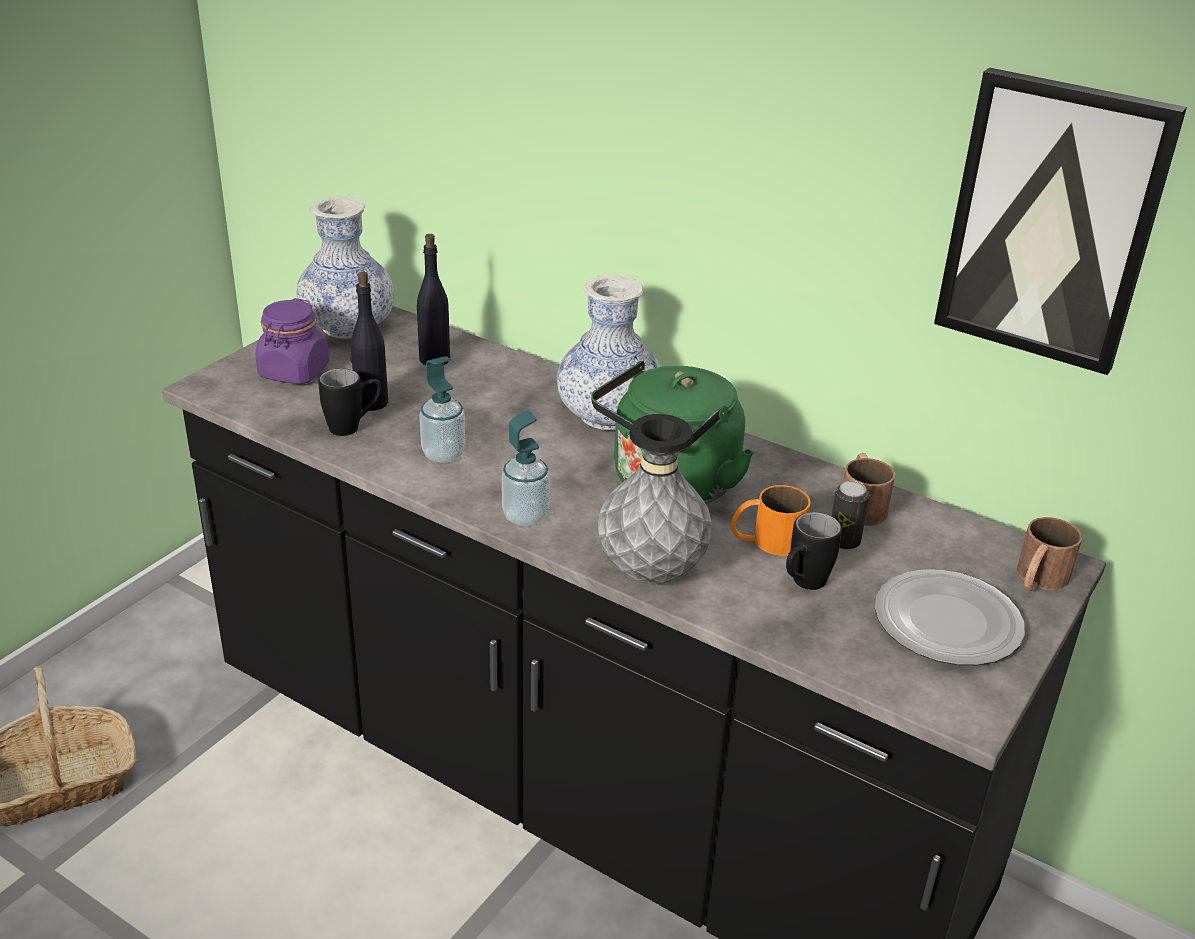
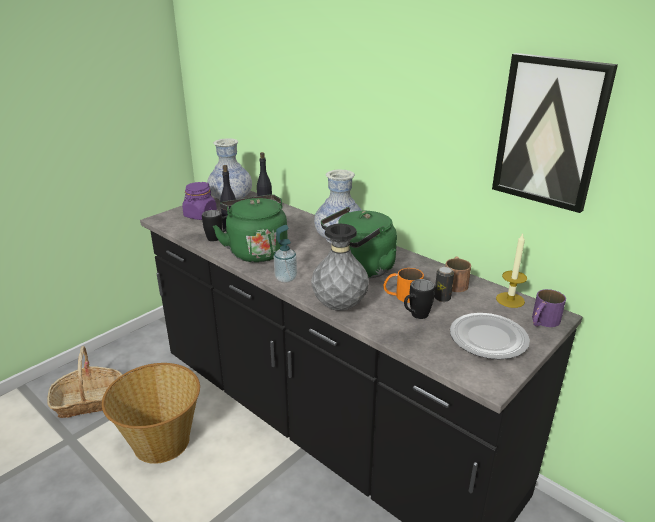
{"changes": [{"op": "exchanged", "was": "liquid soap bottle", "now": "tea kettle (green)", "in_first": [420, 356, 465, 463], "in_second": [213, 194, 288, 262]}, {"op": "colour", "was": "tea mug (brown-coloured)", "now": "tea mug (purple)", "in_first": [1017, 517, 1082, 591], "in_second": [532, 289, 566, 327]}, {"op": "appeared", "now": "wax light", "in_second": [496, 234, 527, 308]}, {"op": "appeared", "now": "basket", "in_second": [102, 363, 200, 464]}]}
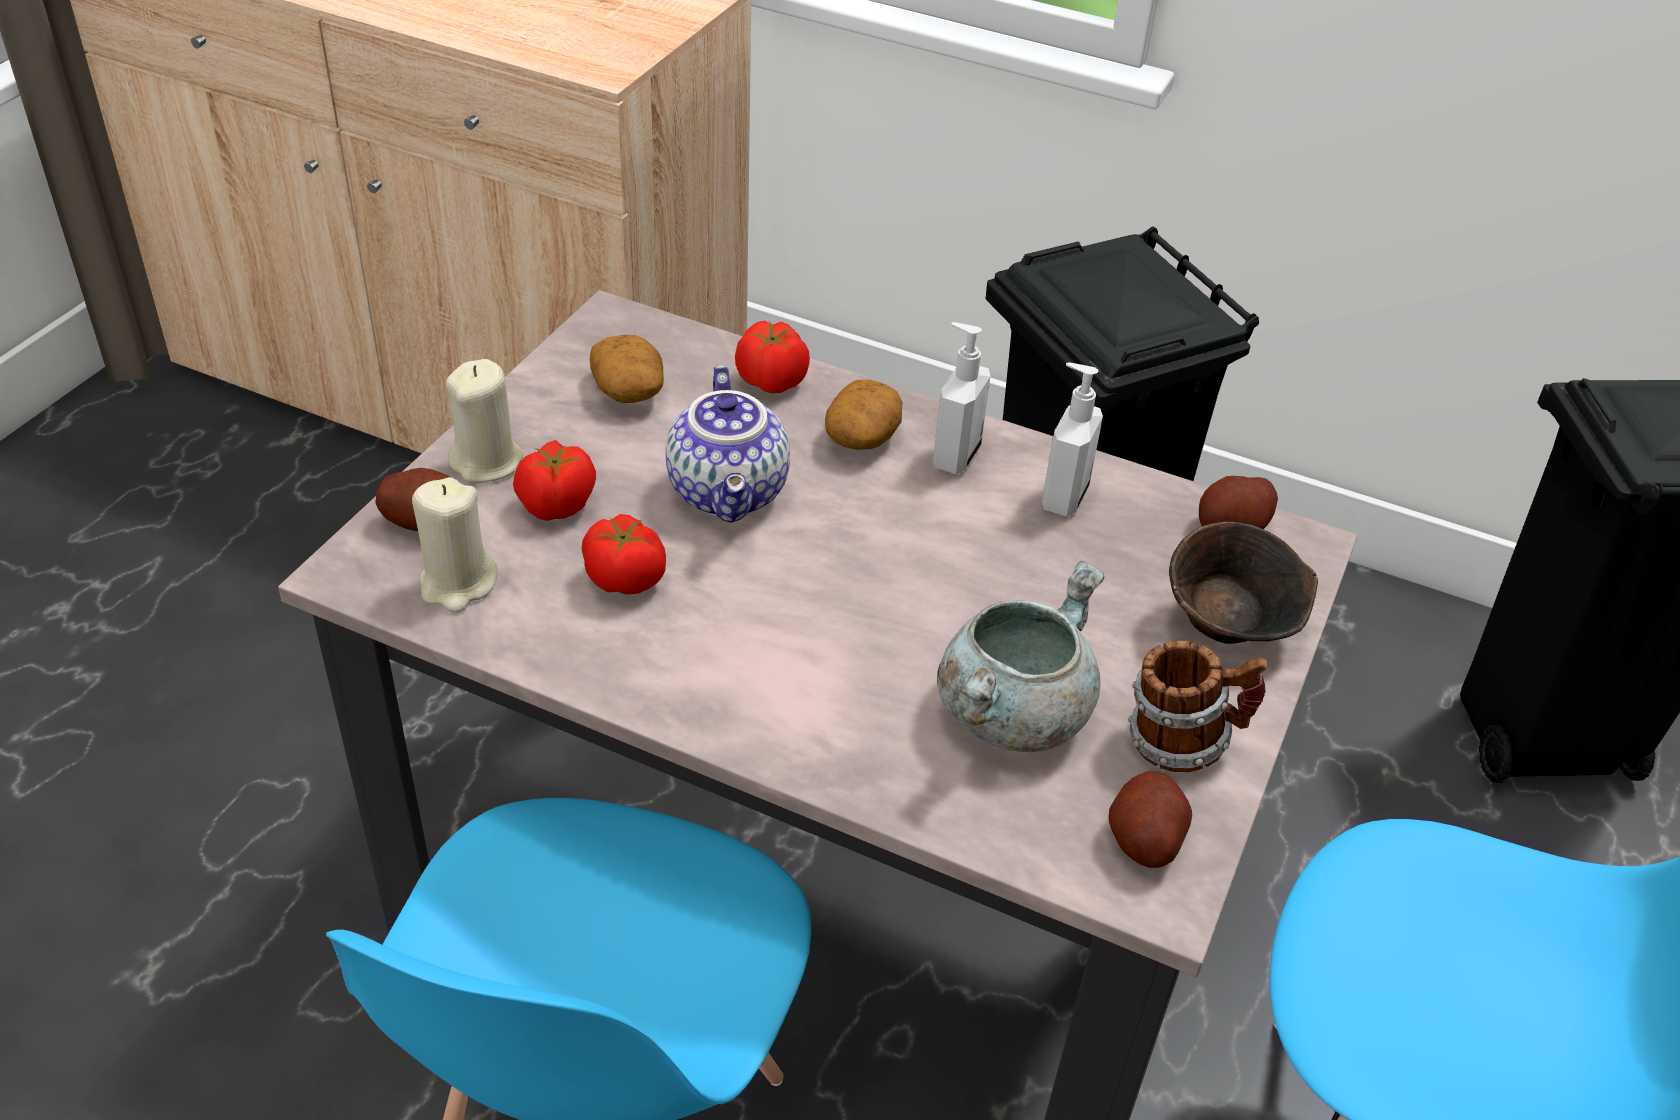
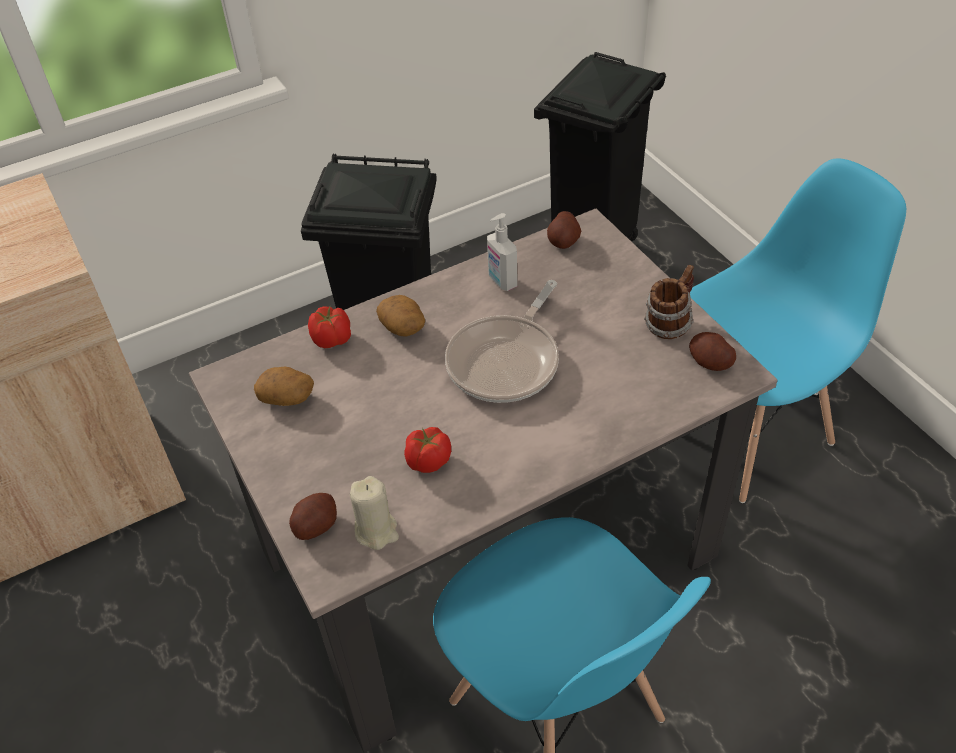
{"changes": [{"op": "missing", "was": "liquid soap bottle", "in_first": [933, 322, 990, 475]}, {"op": "missing", "was": "wax light (sand-coloured)", "in_first": [446, 359, 524, 483]}, {"op": "missing", "was": "tea pot", "in_first": [666, 365, 790, 523]}, {"op": "missing", "was": "whole tomato", "in_first": [513, 440, 596, 521]}, {"op": "missing", "was": "bowl (brown-coloured)", "in_first": [1169, 522, 1318, 644]}, {"op": "missing", "was": "saucepot (greyish)", "in_first": [937, 561, 1104, 752]}, {"op": "appeared", "now": "pan", "in_second": [445, 280, 559, 403]}]}
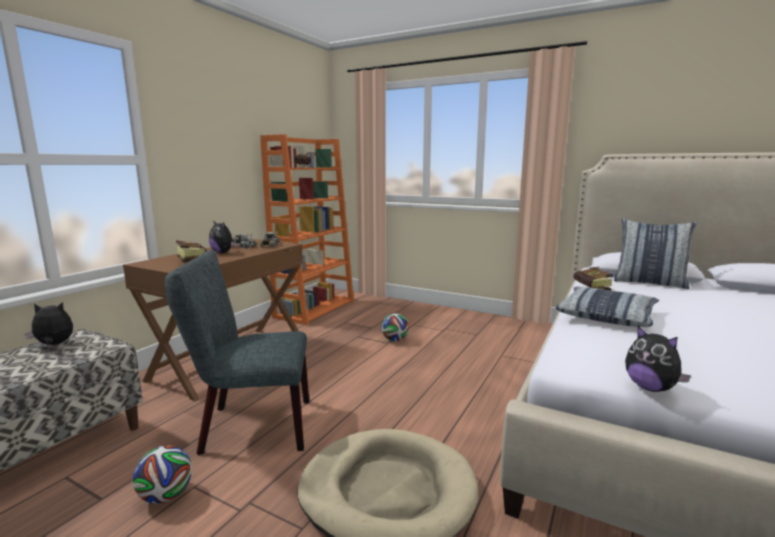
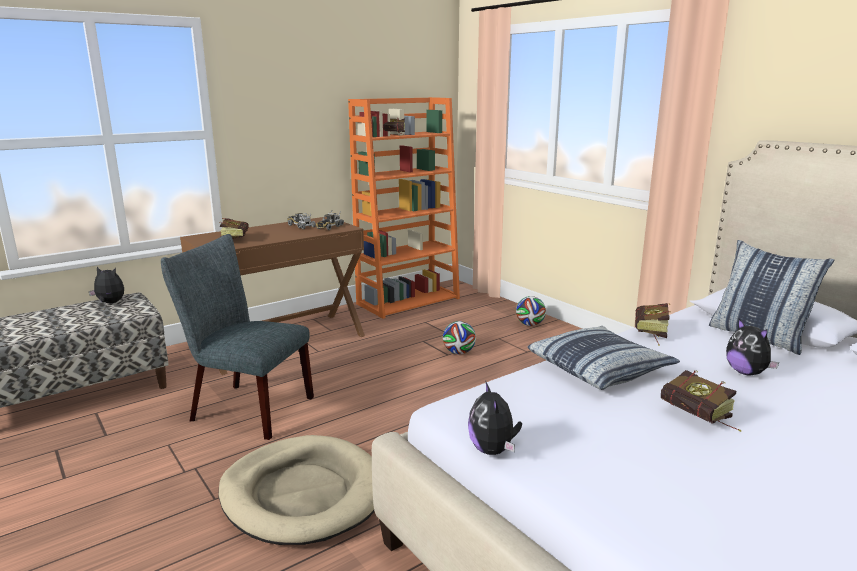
{"changes": [{"op": "relocated", "was": "plush toy", "in_first": [209, 220, 236, 253], "in_second": [726, 319, 779, 376]}, {"op": "relocated", "was": "football ball", "in_first": [133, 445, 192, 504], "in_second": [516, 296, 546, 326]}, {"op": "appeared", "now": "volume", "in_second": [661, 370, 741, 432]}]}
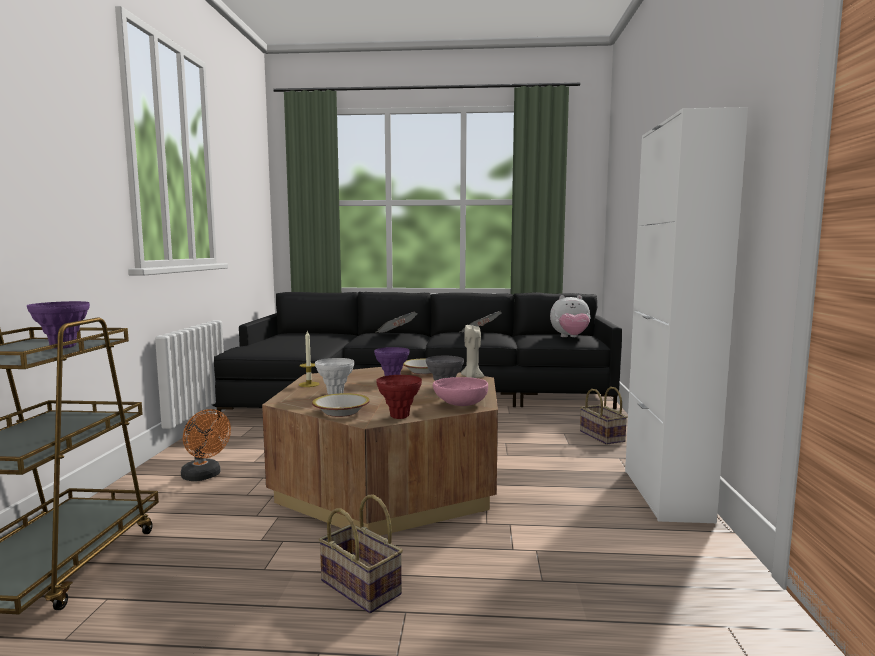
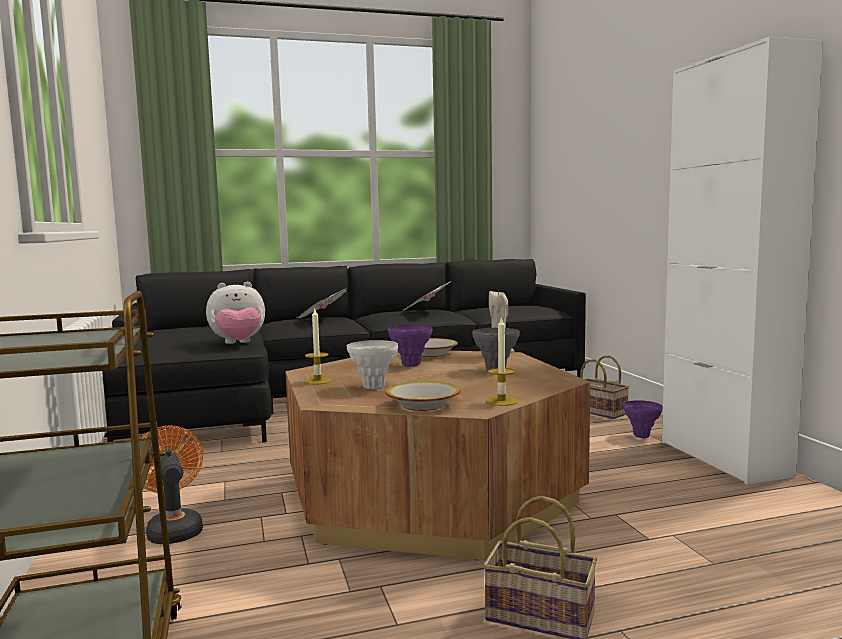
{"changes": [{"op": "relocated", "was": "plush toy", "in_first": [550, 295, 591, 337], "in_second": [206, 282, 265, 344]}, {"op": "relocated", "was": "decorative vase (purple)", "in_first": [27, 301, 90, 349], "in_second": [623, 400, 663, 438]}, {"op": "exchanged", "was": "decorative vase (red)", "now": "wax light", "in_first": [376, 375, 422, 419], "in_second": [486, 316, 518, 406]}, {"op": "missing", "was": "bowl (pink)", "in_first": [433, 377, 488, 406]}, {"op": "spun", "was": "electric fan (orange)", "in_first": [181, 409, 231, 481], "in_second": [140, 425, 203, 544], "clockwise": -135}]}
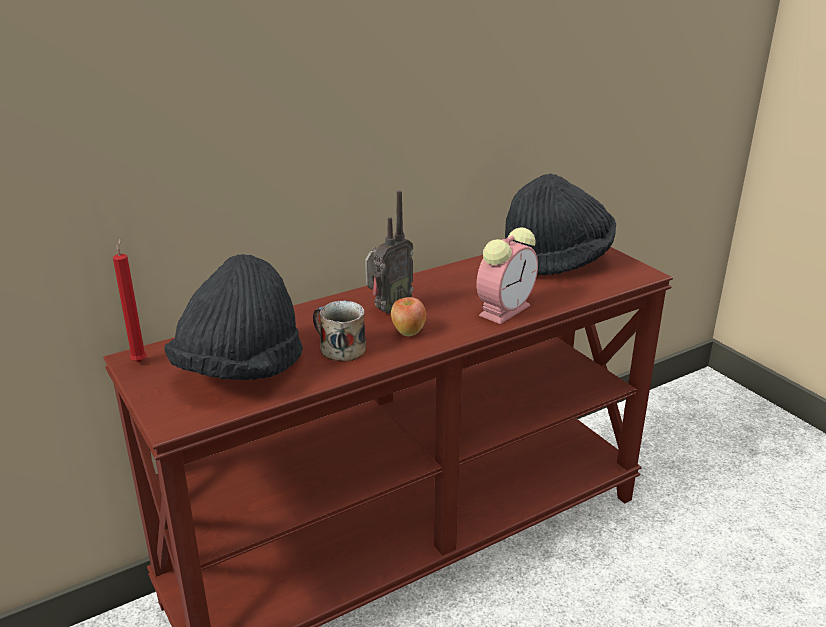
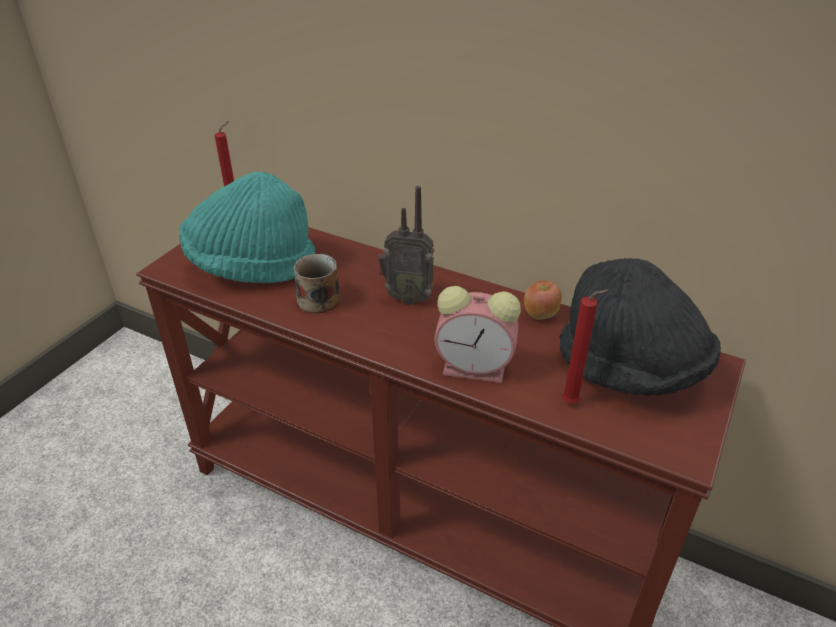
{"changes": [{"op": "colour", "was": "wearable hat (black-coloured)", "now": "wearable hat (turquoise-coloured)", "in_first": [164, 254, 303, 380], "in_second": [179, 172, 315, 283]}, {"op": "relocated", "was": "apple fruit", "in_first": [391, 297, 426, 336], "in_second": [524, 280, 562, 320]}, {"op": "appeared", "now": "wax light (red)", "in_second": [562, 289, 609, 404]}]}
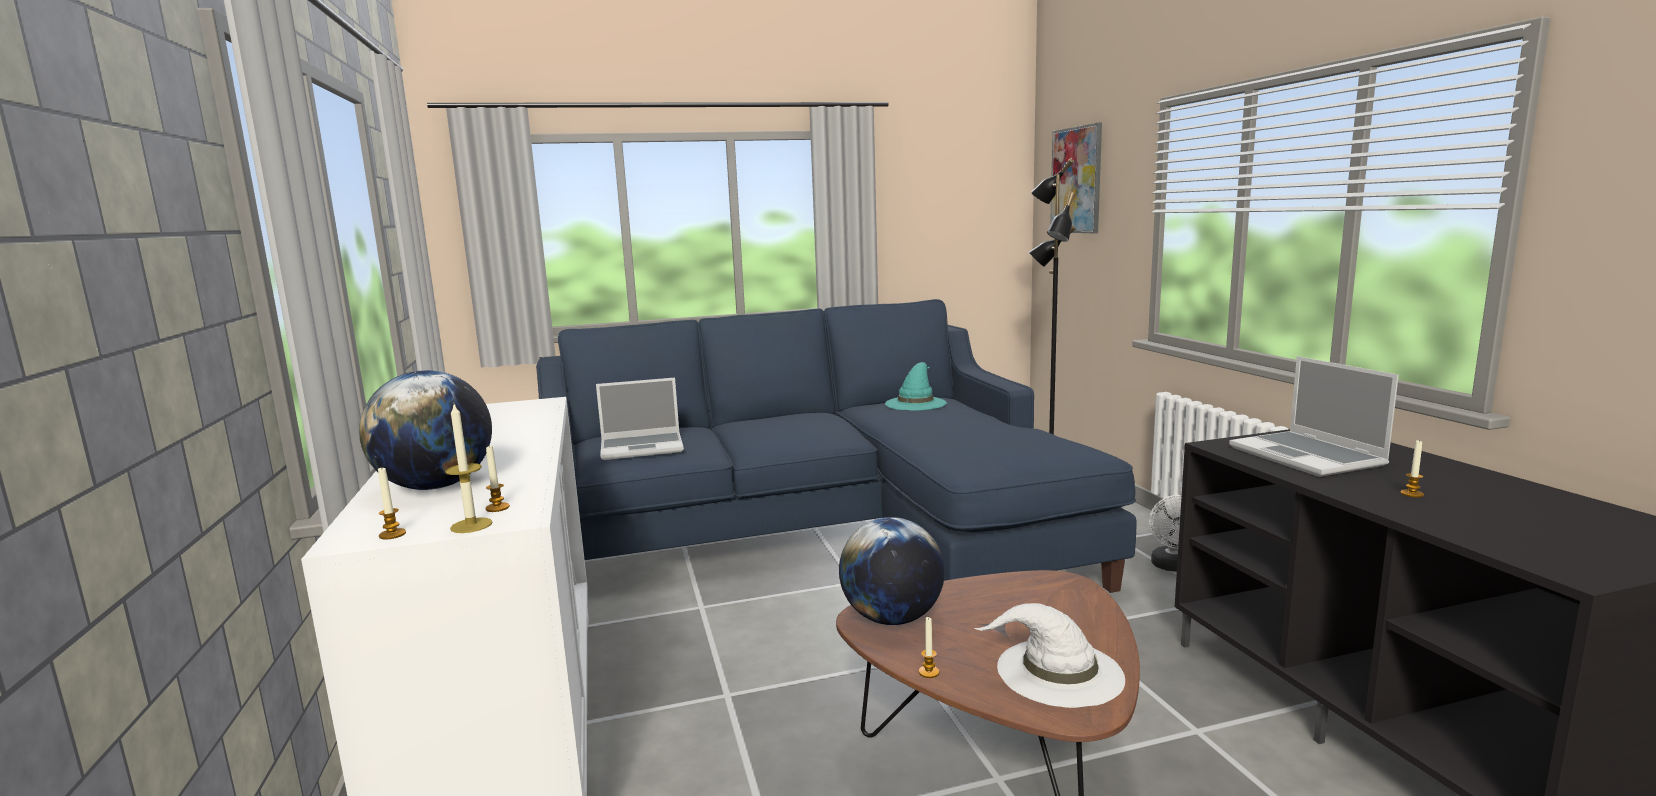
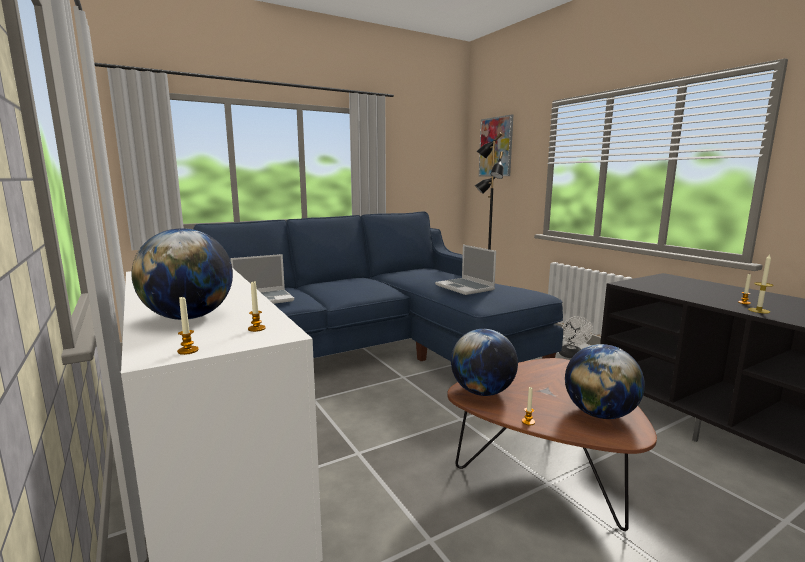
{"changes": [{"op": "relocated", "was": "laptop", "in_first": [1229, 356, 1399, 477], "in_second": [435, 245, 496, 295]}, {"op": "missing", "was": "wearable hat (turquoise-coloured)", "in_first": [885, 362, 947, 411]}, {"op": "relocated", "was": "wax light", "in_first": [445, 404, 493, 533], "in_second": [748, 254, 774, 313]}, {"op": "exchanged", "was": "wearable hat (whitish)", "now": "world globe", "in_first": [974, 603, 1125, 708], "in_second": [565, 344, 645, 419]}]}
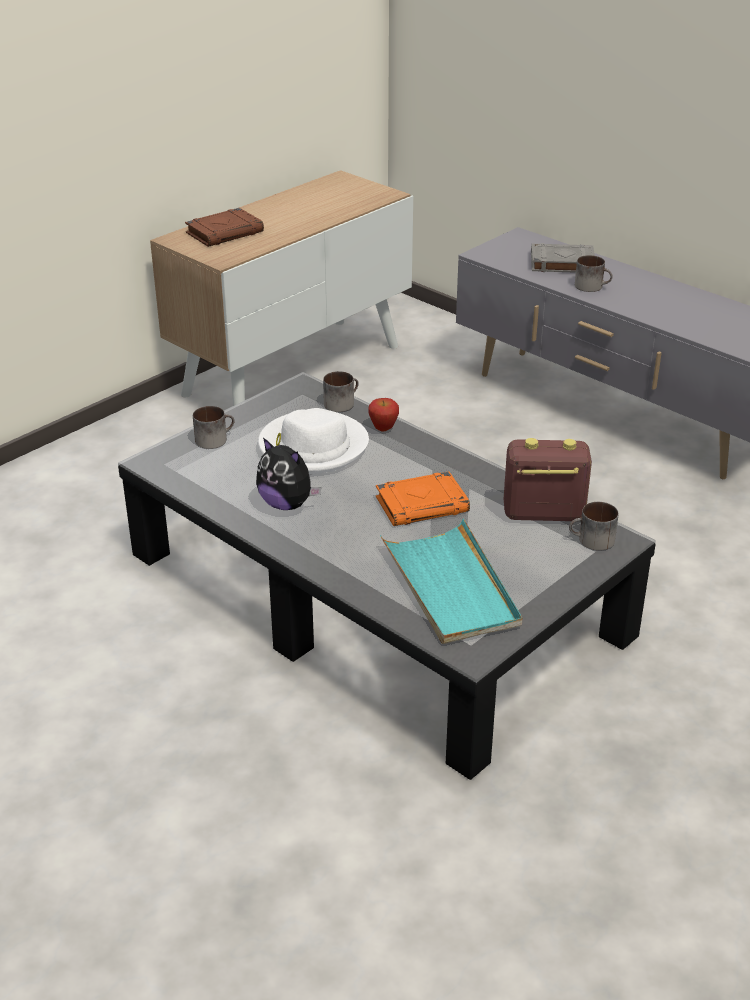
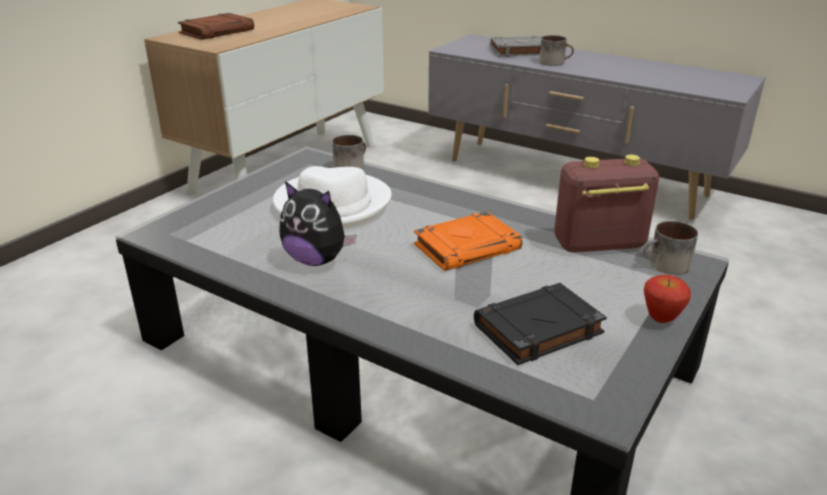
{"changes": [{"op": "relocated", "was": "apple fruit", "in_first": [369, 398, 399, 431], "in_second": [644, 275, 691, 323]}, {"op": "missing", "was": "tea mug", "in_first": [193, 406, 234, 449]}, {"op": "exchanged", "was": "tray (turquoise-coloured)", "now": "volume (black-coloured)", "in_first": [380, 519, 522, 644], "in_second": [474, 283, 607, 365]}]}
